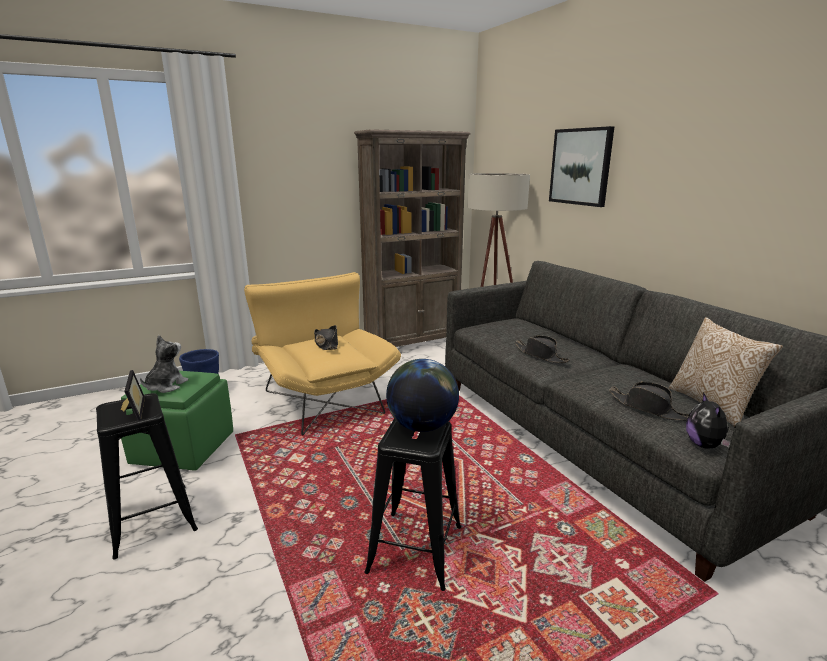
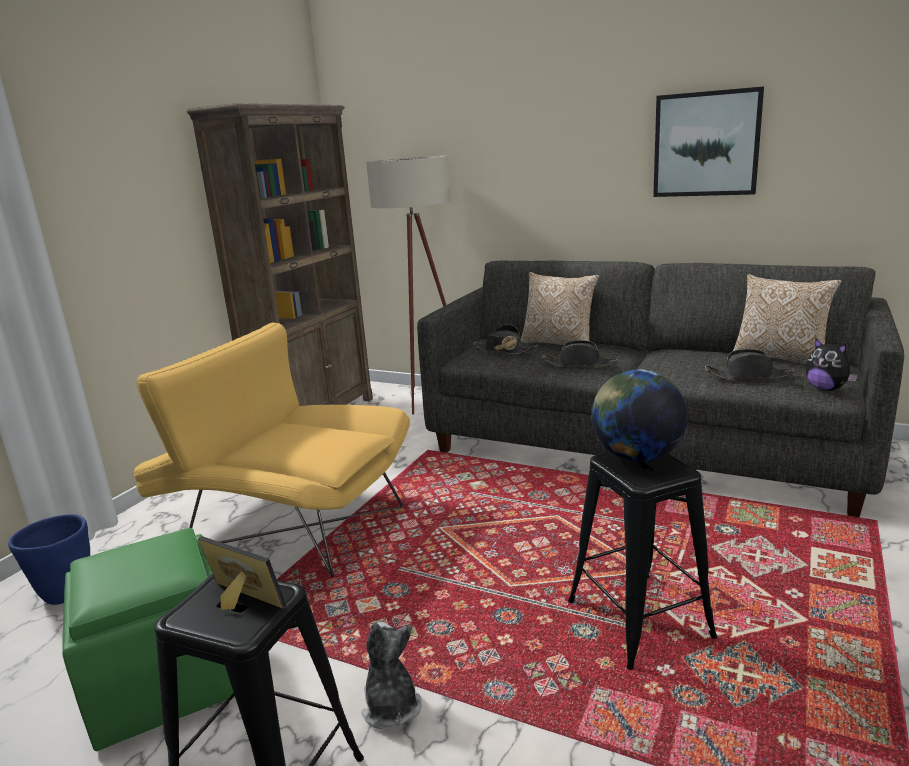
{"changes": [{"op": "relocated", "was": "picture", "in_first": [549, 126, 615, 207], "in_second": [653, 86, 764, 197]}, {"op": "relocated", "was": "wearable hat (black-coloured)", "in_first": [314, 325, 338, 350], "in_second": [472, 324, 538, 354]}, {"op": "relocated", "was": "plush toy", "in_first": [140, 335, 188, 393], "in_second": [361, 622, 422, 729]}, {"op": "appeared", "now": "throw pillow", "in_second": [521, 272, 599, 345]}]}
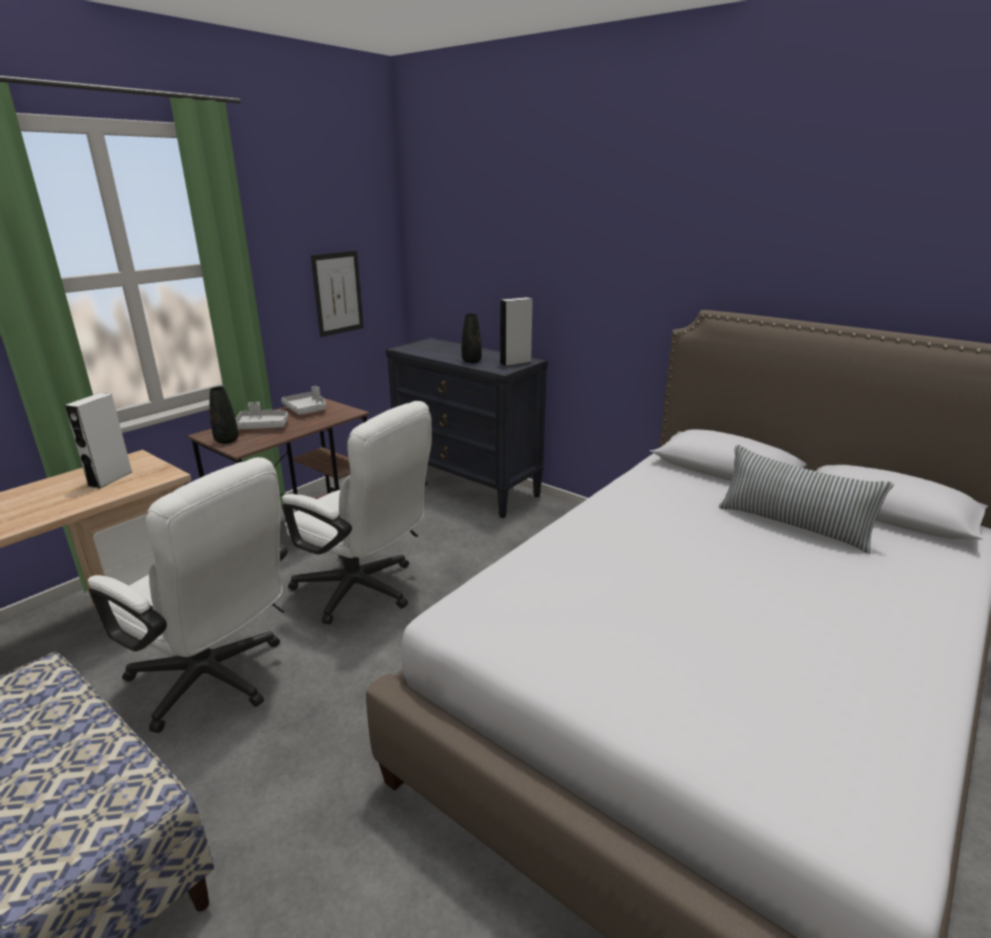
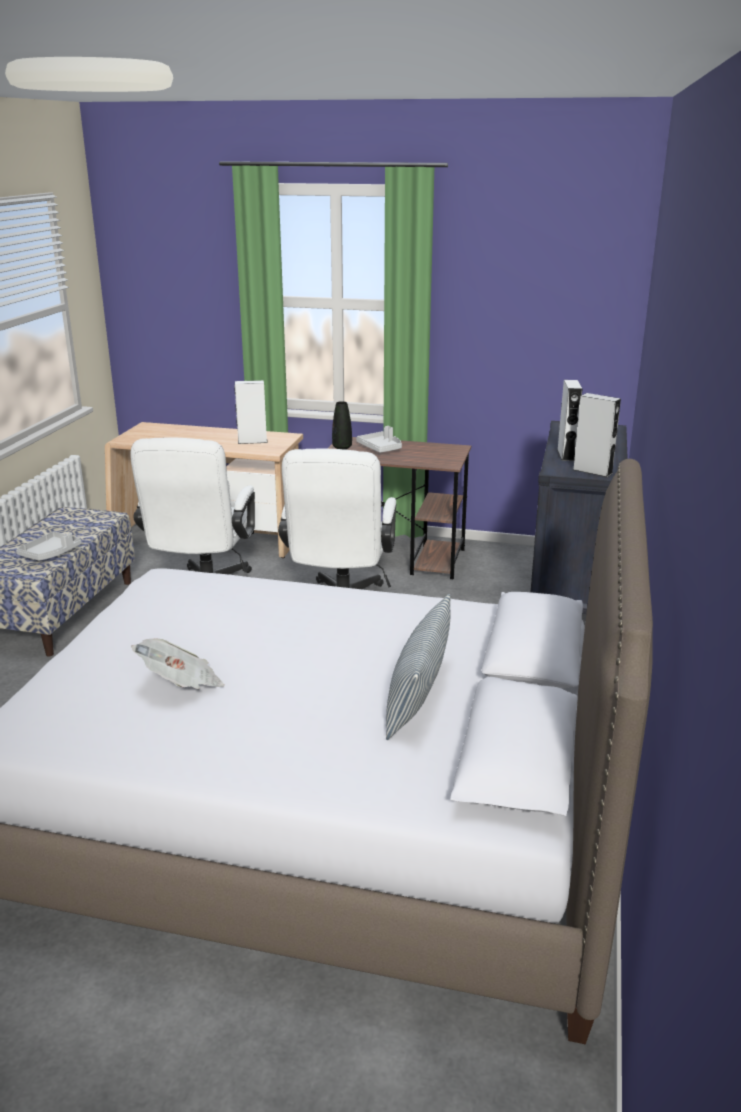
{"changes": [{"op": "missing", "was": "picture", "in_first": [311, 251, 364, 337]}, {"op": "exchanged", "was": "decorative vase (black-coloured)", "now": "speaker (whitish)", "in_first": [462, 314, 482, 363], "in_second": [557, 380, 583, 461]}, {"op": "relocated", "was": "tray (greyish)", "in_first": [281, 386, 326, 415], "in_second": [16, 531, 81, 561]}, {"op": "appeared", "now": "daily paper", "in_second": [131, 638, 225, 689]}]}
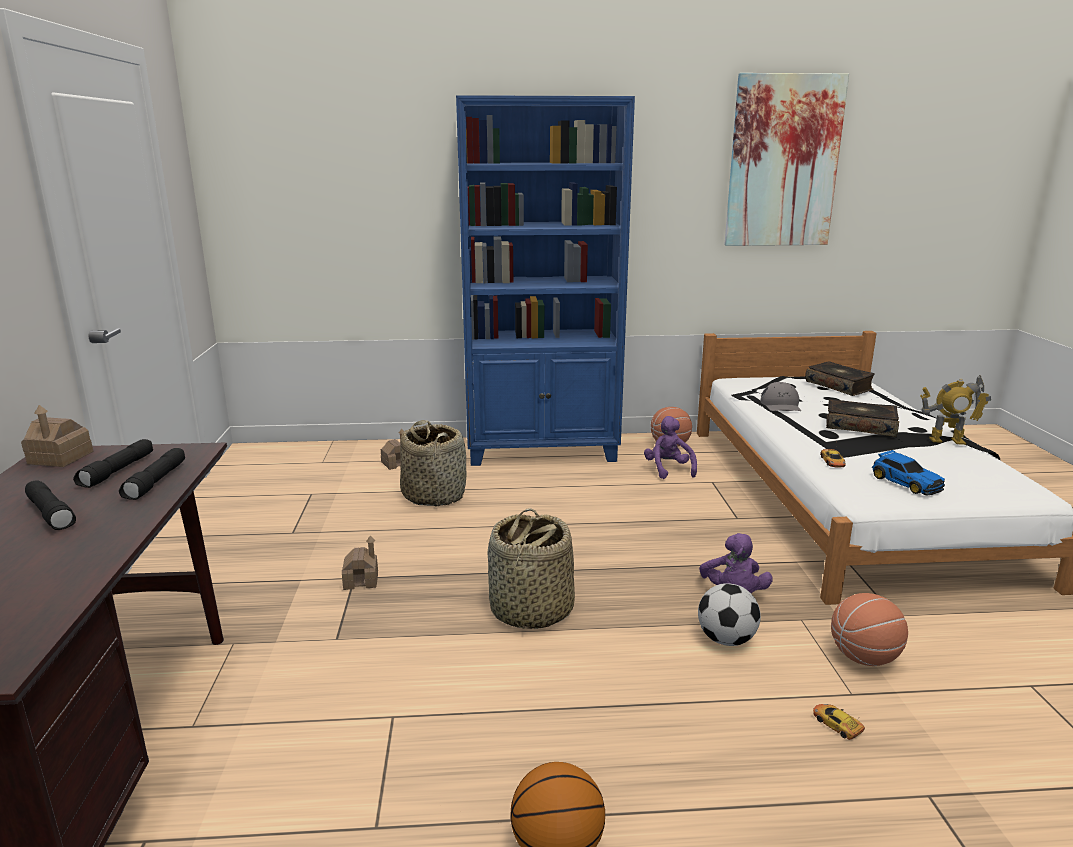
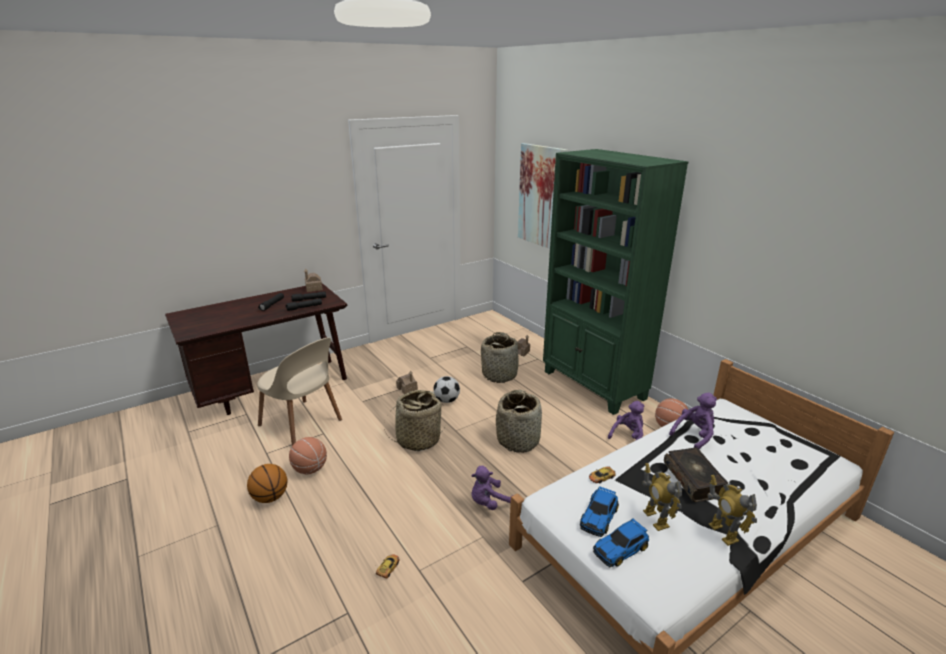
{"changes": [{"op": "relocated", "was": "picture", "in_first": [724, 73, 849, 246], "in_second": [518, 143, 568, 249]}, {"op": "colour", "was": "bookshelf (bluish)", "now": "bookshelf (green)", "in_first": [456, 95, 635, 466], "in_second": [543, 149, 688, 415]}, {"op": "missing", "was": "volume", "in_first": [805, 361, 875, 396]}, {"op": "exchanged", "was": "baseball cap (greyish)", "now": "plush toy (purple)", "in_first": [760, 382, 801, 411], "in_second": [669, 392, 717, 449]}, {"op": "relocated", "was": "football ball", "in_first": [698, 583, 761, 646], "in_second": [433, 376, 460, 403]}, {"op": "relocated", "was": "ball for basketball", "in_first": [831, 593, 908, 666], "in_second": [289, 437, 327, 474]}, {"op": "appeared", "now": "plain chair (sand-coloured)", "in_second": [257, 337, 342, 446]}, {"op": "appeared", "now": "basket", "in_second": [496, 390, 542, 453]}, {"op": "appeared", "now": "robot figure", "in_second": [642, 463, 682, 531]}, {"op": "appeared", "now": "model car", "in_second": [593, 519, 649, 567]}]}
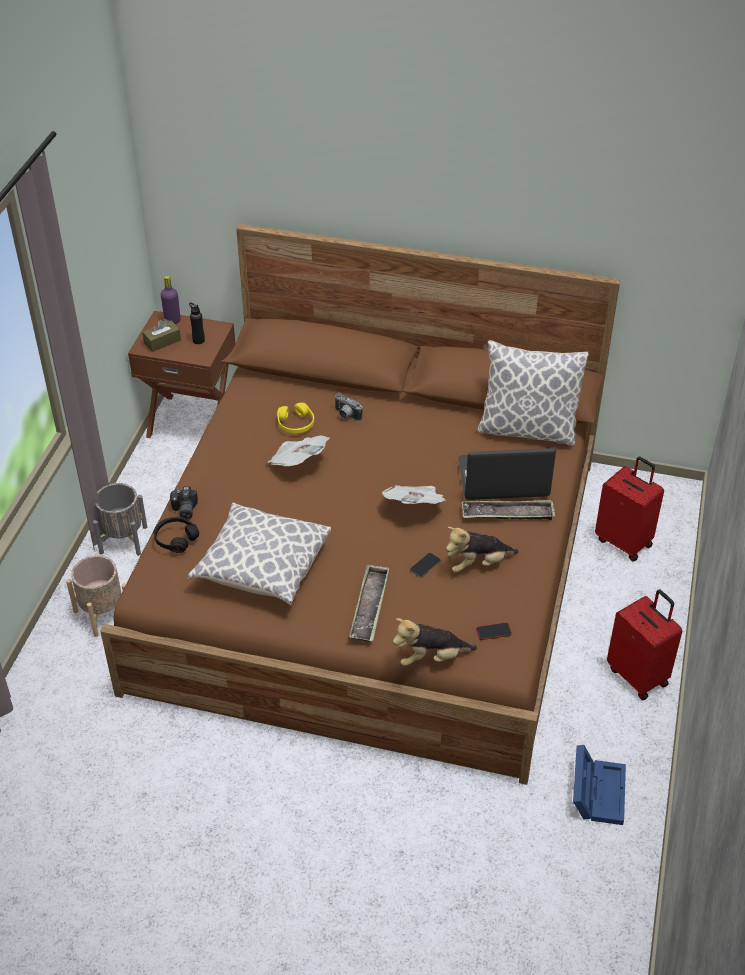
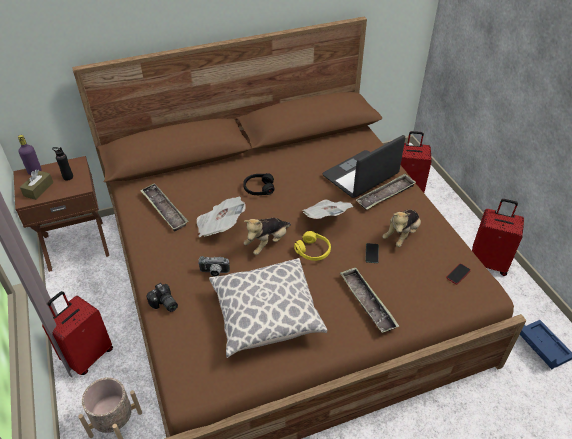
{"changes": [{"op": "missing", "was": "throw pillow", "in_first": [477, 340, 589, 445]}, {"op": "relocated", "was": "still camera", "in_first": [334, 393, 363, 421], "in_second": [198, 256, 230, 277]}, {"op": "relocated", "was": "headphones (yellow-coloured)", "in_first": [277, 403, 314, 433], "in_second": [294, 231, 331, 261]}, {"op": "exchanged", "was": "flower pot (greyish)", "now": "piece of luggage (red)", "in_first": [93, 483, 147, 556], "in_second": [42, 291, 113, 375]}, {"op": "relocated", "was": "headphones (black-coloured)", "in_first": [154, 517, 199, 553], "in_second": [243, 173, 275, 196]}, {"op": "relocated", "was": "plush toy", "in_first": [393, 618, 477, 666], "in_second": [244, 218, 291, 255]}, {"op": "appeared", "now": "tray", "in_second": [140, 183, 189, 232]}]}
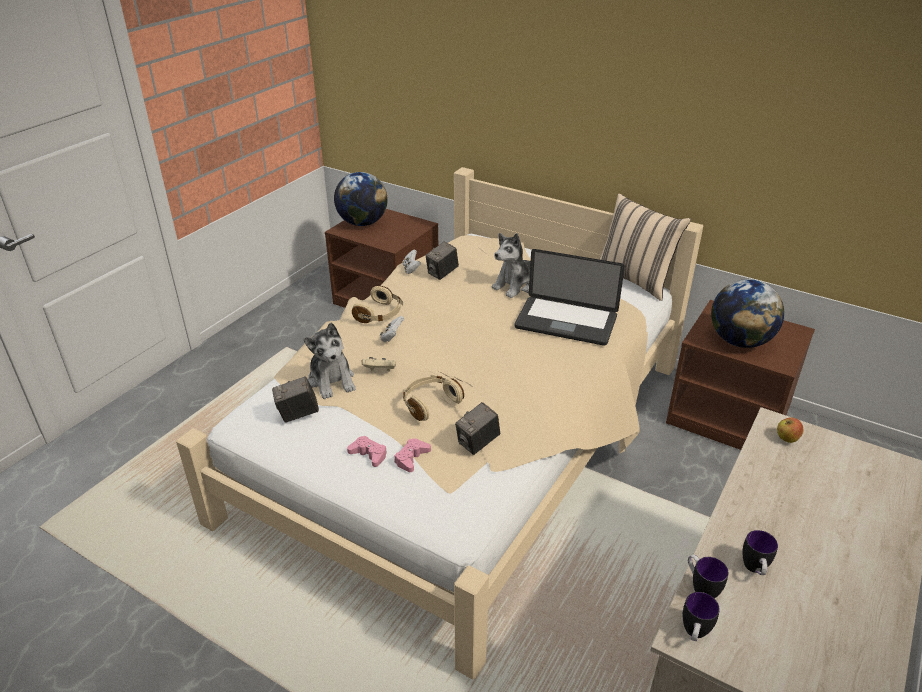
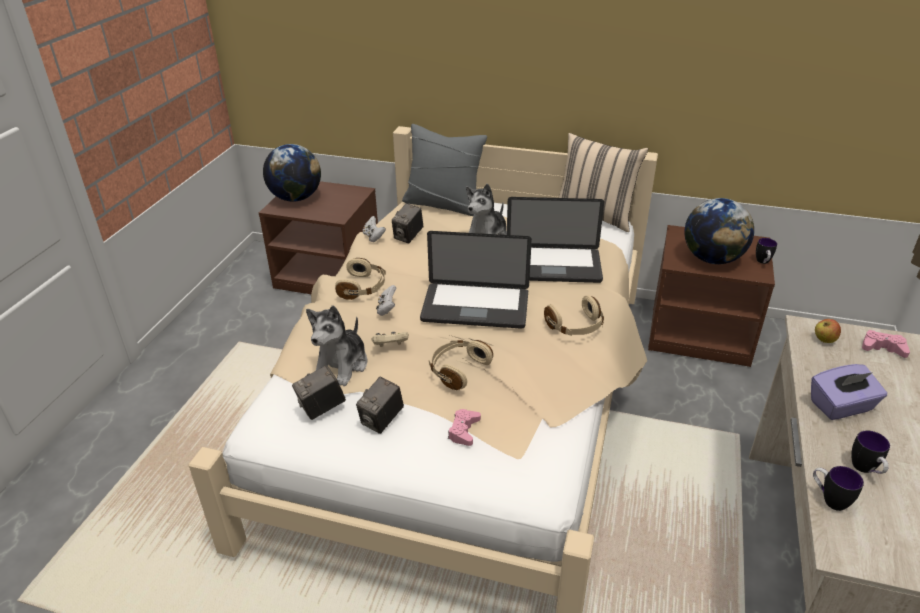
{"changes": [{"op": "spun", "was": "plush toy", "in_first": [303, 323, 356, 399], "in_second": [306, 305, 368, 386], "clockwise": 60}, {"op": "relocated", "was": "still camera", "in_first": [455, 402, 500, 455], "in_second": [356, 377, 404, 434]}, {"op": "relocated", "was": "joypad (pink)", "in_first": [347, 436, 387, 467], "in_second": [862, 330, 910, 358]}, {"op": "relocated", "was": "tea mug", "in_first": [683, 592, 720, 641], "in_second": [756, 238, 777, 264]}, {"op": "appeared", "now": "throw pillow (greyish)", "in_second": [402, 124, 487, 216]}, {"op": "appeared", "now": "laptop", "in_second": [420, 231, 532, 329]}, {"op": "appeared", "now": "headphones (sand-coloured)", "in_second": [544, 295, 604, 336]}, {"op": "appeared", "now": "box of tissues (purple)", "in_second": [811, 364, 887, 420]}]}
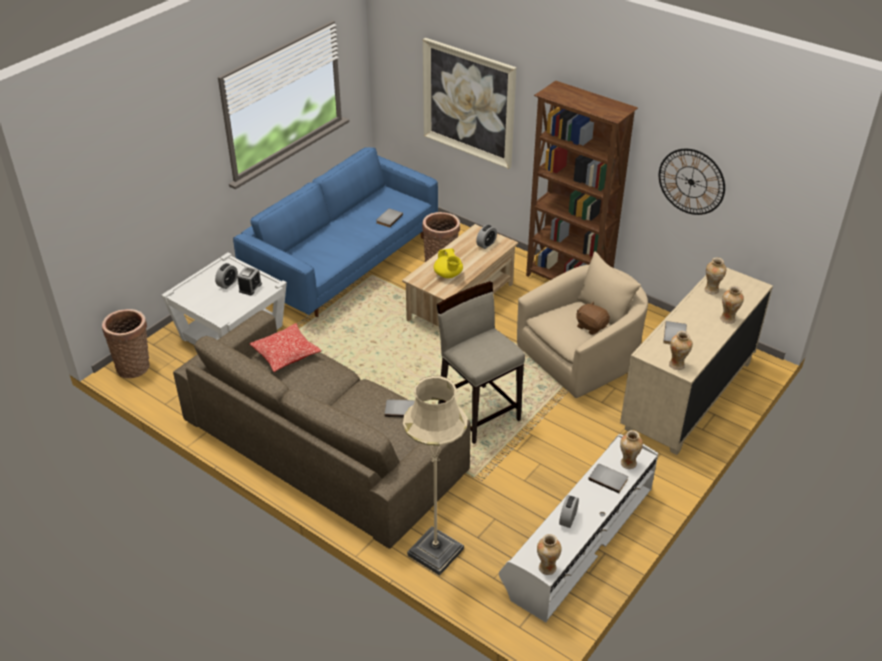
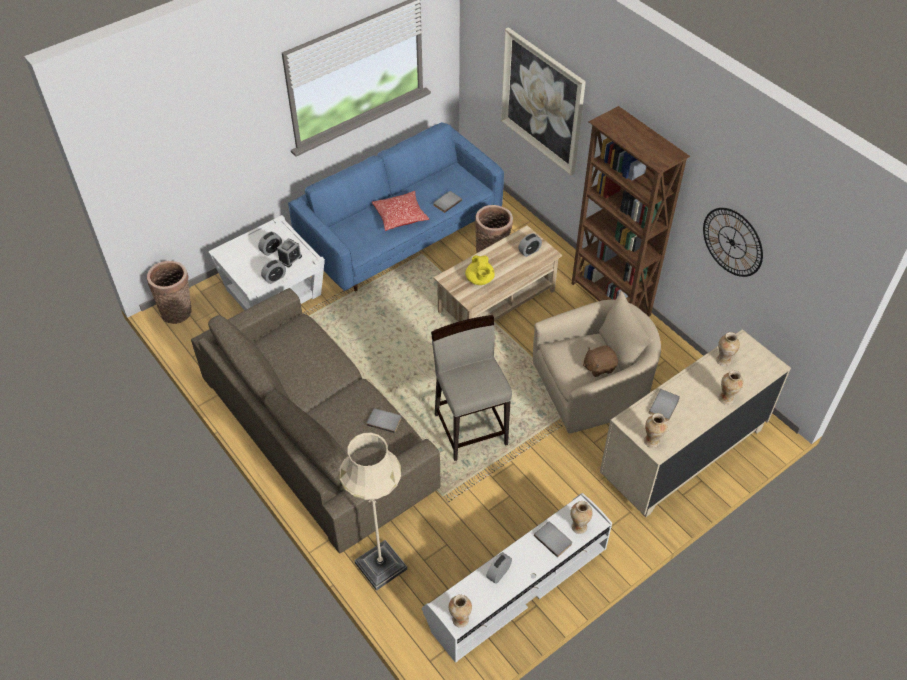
{"changes": [{"op": "spun", "was": "plush toy (brown-coloured)", "in_first": [576, 301, 610, 335], "in_second": [583, 345, 618, 377], "clockwise": -75}, {"op": "relocated", "was": "throw pillow", "in_first": [249, 323, 321, 372], "in_second": [372, 191, 429, 231]}, {"op": "appeared", "now": "table clock", "in_second": [261, 260, 286, 284]}]}
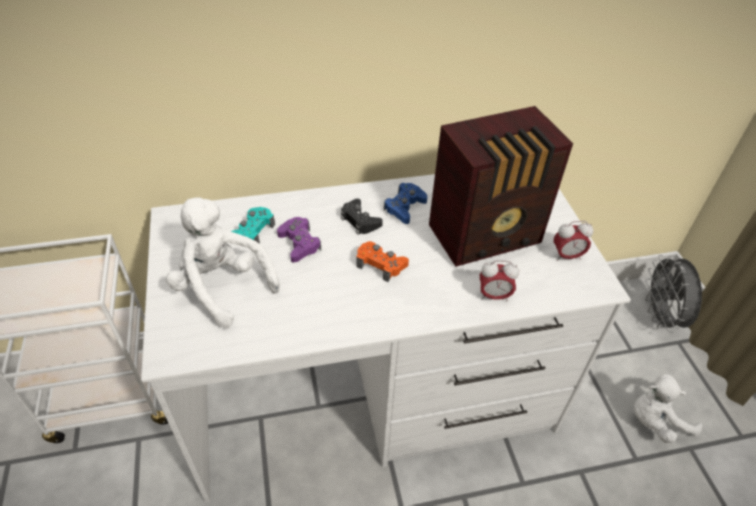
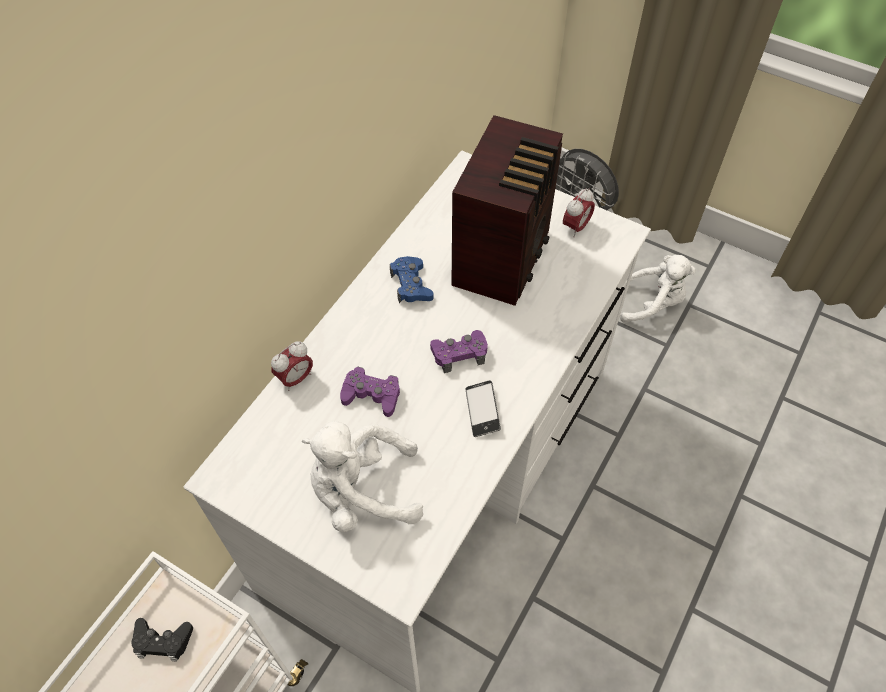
{"changes": [{"op": "relocated", "was": "joypad (black-coloured)", "in_first": [341, 199, 383, 235], "in_second": [131, 618, 193, 662]}, {"op": "missing", "was": "joypad (turquoise-coloured)", "in_first": [231, 207, 275, 244]}, {"op": "colour", "was": "joypad (orange)", "now": "joypad (purple)", "in_first": [356, 241, 409, 282], "in_second": [430, 330, 488, 373]}, {"op": "relocated", "was": "table clock", "in_first": [480, 260, 519, 302], "in_second": [271, 341, 313, 391]}, {"op": "spun", "was": "plush toy (whitish)", "in_first": [634, 374, 703, 443], "in_second": [620, 255, 696, 323], "clockwise": -120}, {"op": "appeared", "now": "phone", "in_second": [465, 380, 501, 437]}]}
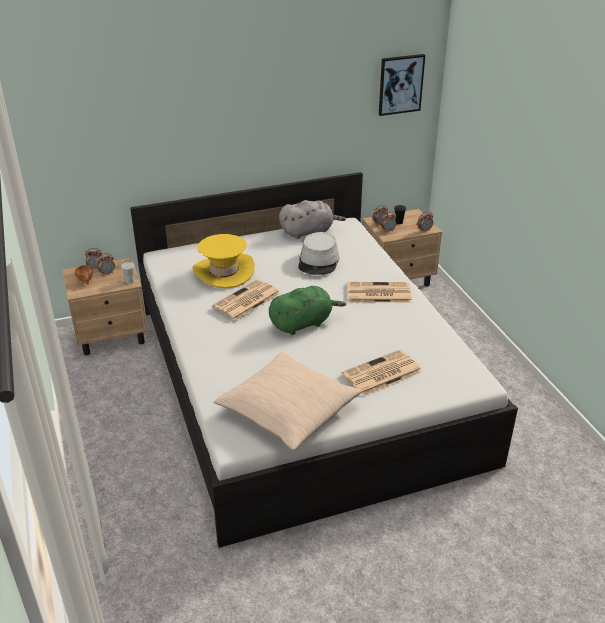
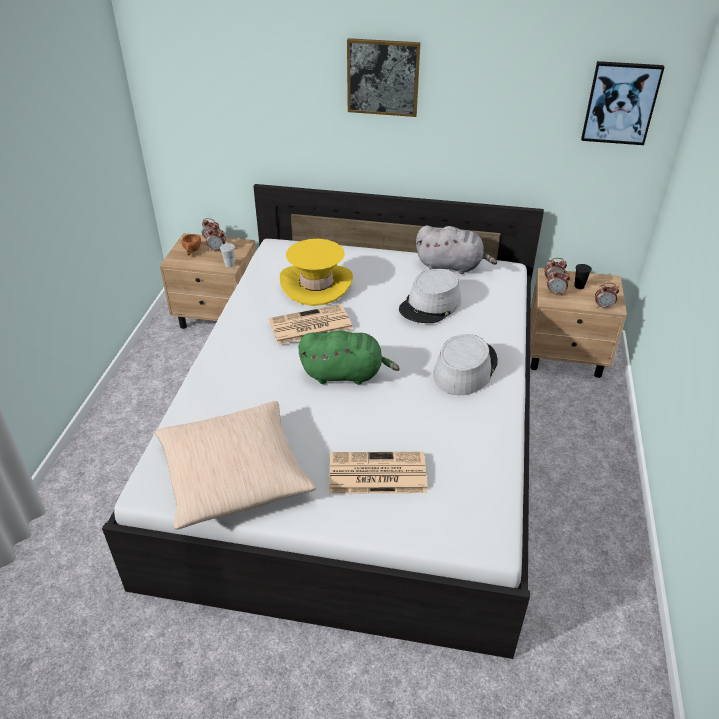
{"changes": [{"op": "exchanged", "was": "daily paper", "now": "wearable hat (greyish)", "in_first": [347, 282, 412, 303], "in_second": [433, 334, 498, 395]}, {"op": "appeared", "now": "picture", "in_second": [347, 38, 420, 117]}]}
